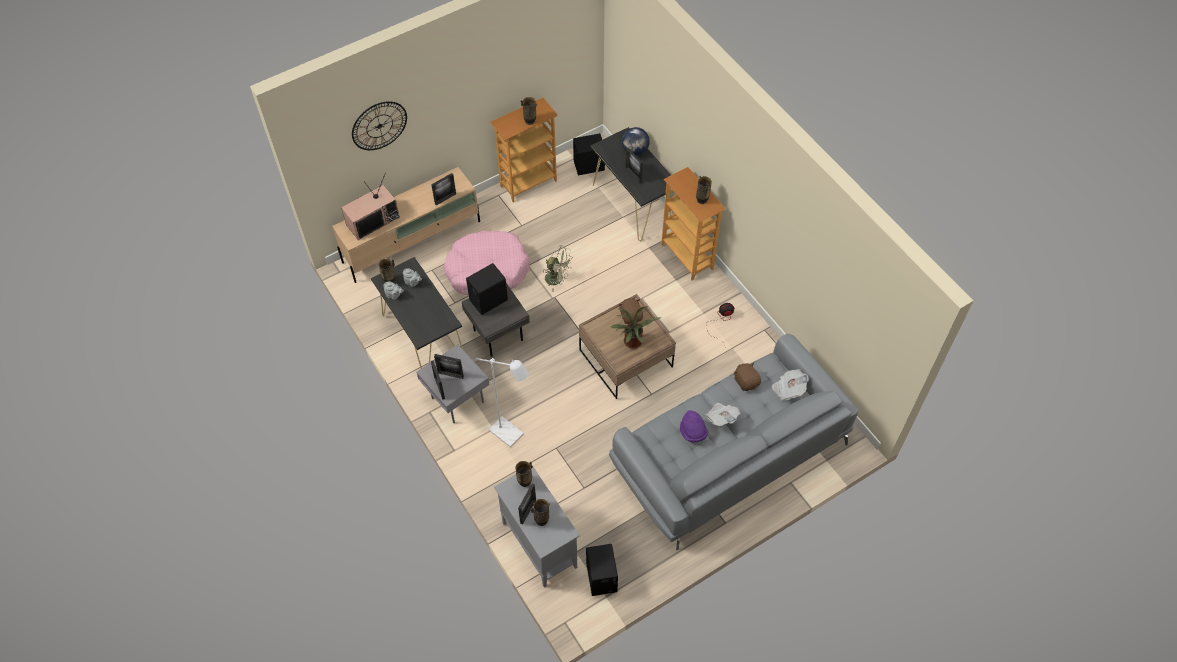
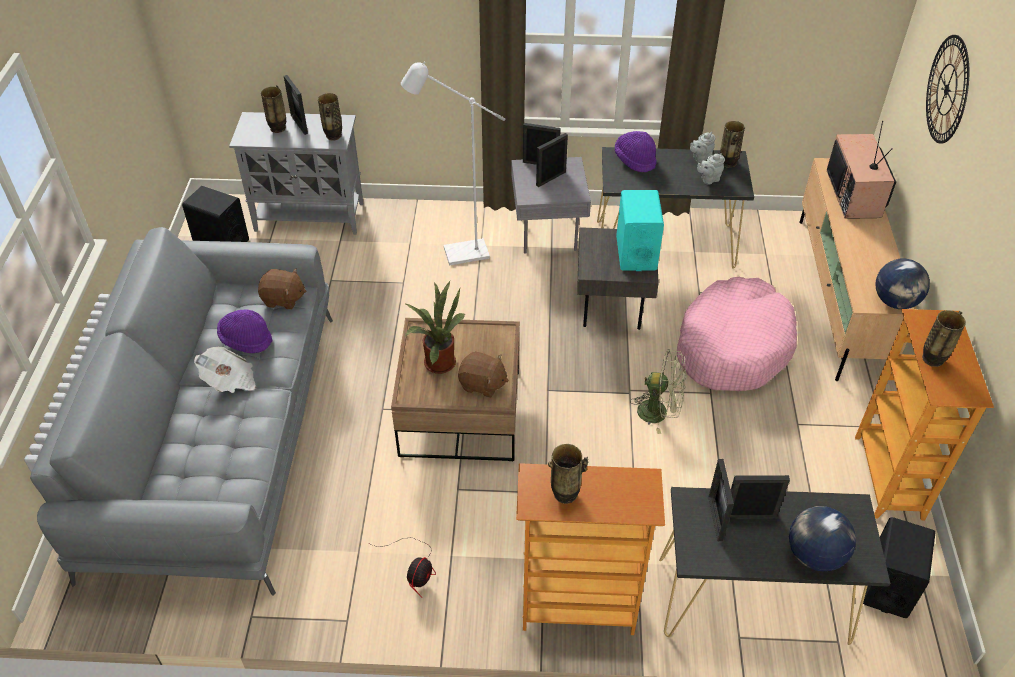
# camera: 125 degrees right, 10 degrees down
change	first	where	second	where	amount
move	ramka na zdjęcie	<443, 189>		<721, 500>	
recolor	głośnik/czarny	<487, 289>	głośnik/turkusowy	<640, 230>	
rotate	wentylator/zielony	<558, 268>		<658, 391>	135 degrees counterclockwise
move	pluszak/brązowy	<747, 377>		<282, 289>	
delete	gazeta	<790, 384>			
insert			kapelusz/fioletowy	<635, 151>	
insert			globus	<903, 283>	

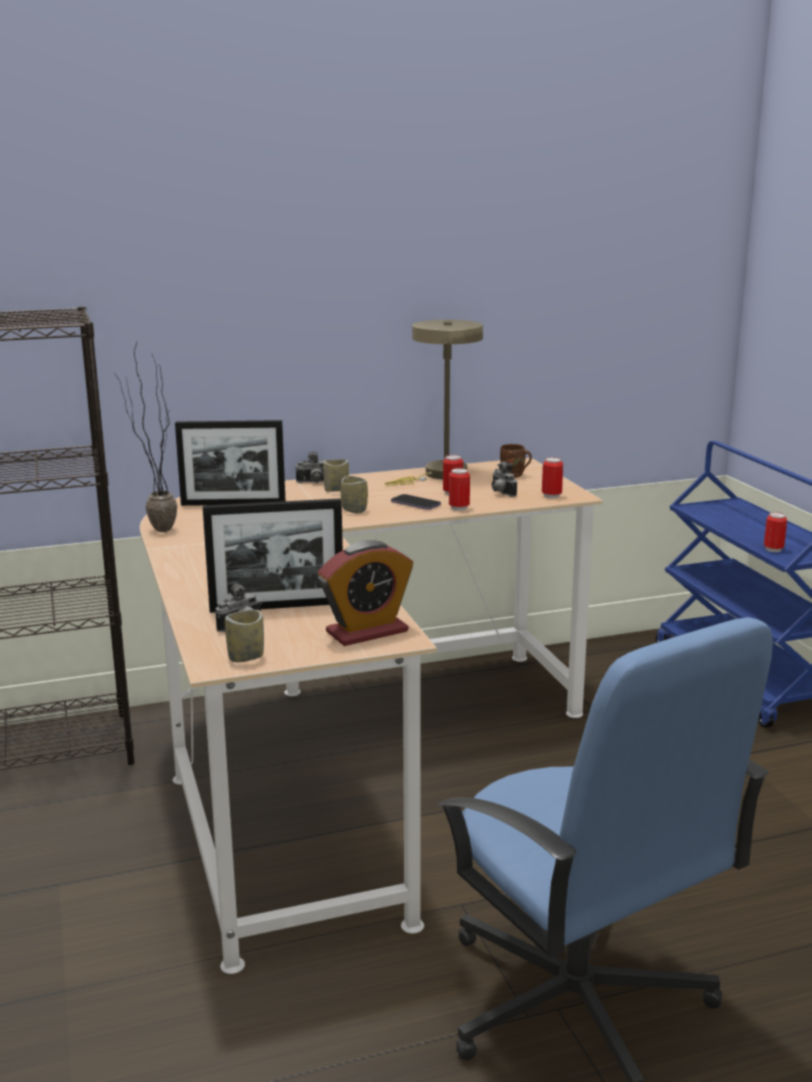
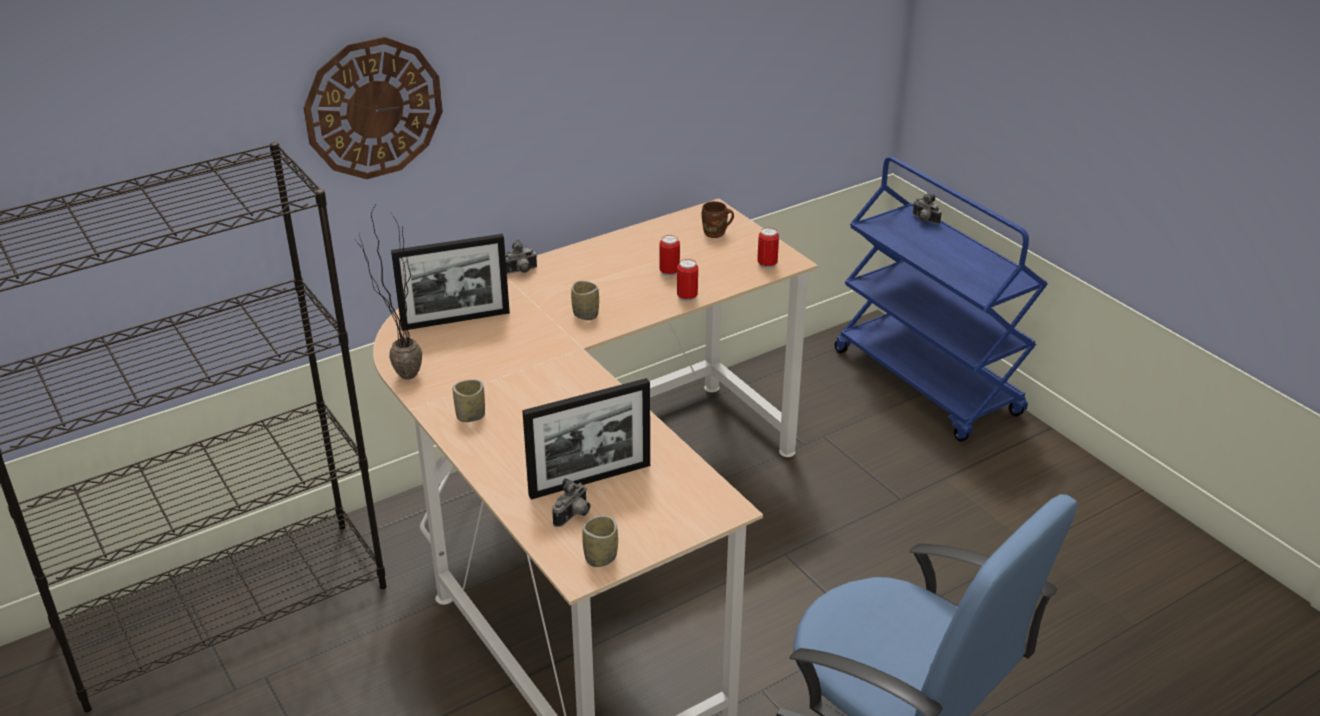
# camera: 15 degrees left, 15 degrees up
change	first	where	second	where	amount
delete	budzik	<365, 593>			
move	filiżanka	<336, 475>		<469, 401>	
delete	lampa stołowa/beżowy	<434, 403>			
delete	telefon	<416, 502>			
move	aparat fotograficzny	<504, 479>		<927, 208>	
delete	puszka	<775, 532>			
insert			zegar ścienny	<373, 108>	

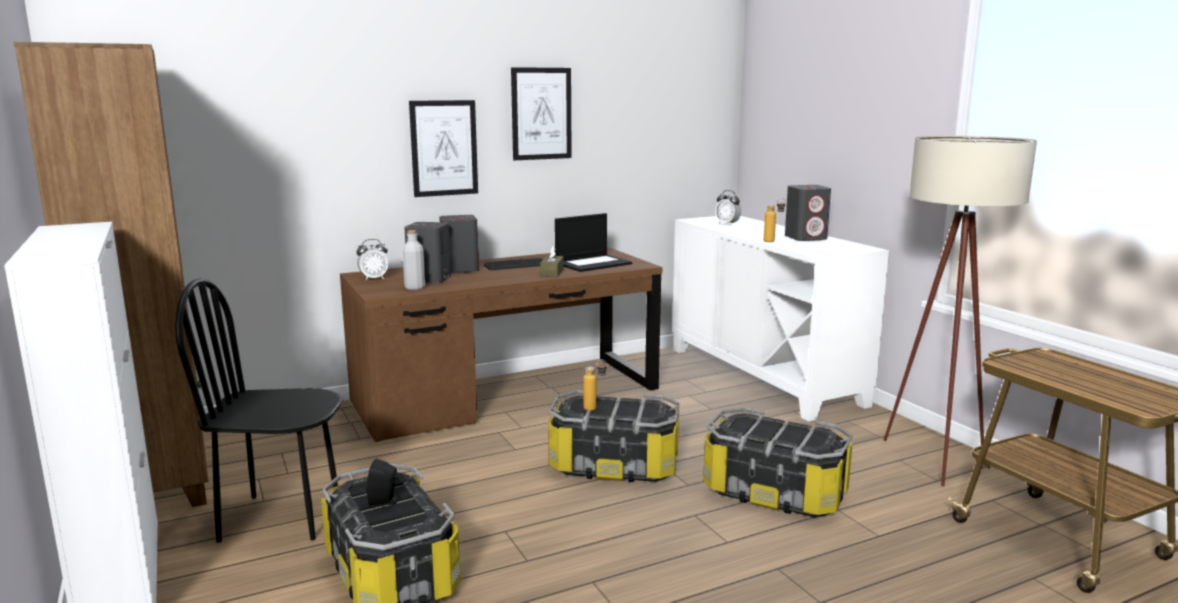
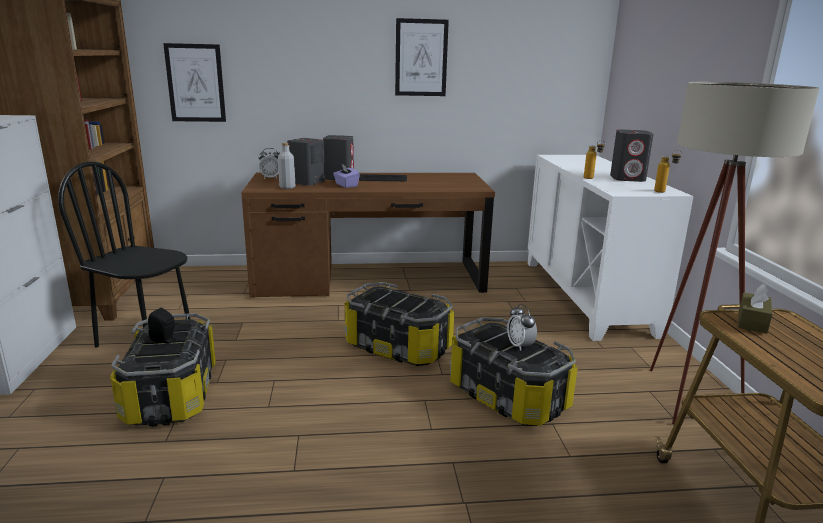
# camera: 20 degrees right, 5 degrees up
change	first	where	second	where	amount
move	obraz	<443, 148>		<194, 82>	
move	pudełko chusteczek/brązowy	<552, 261>		<755, 309>	
delete	laptop	<593, 242>			
move	butelka	<595, 385>		<668, 171>	
move	budzik	<728, 208>		<522, 327>	
insert			pudełko chusteczek/fioletowy	<346, 176>	

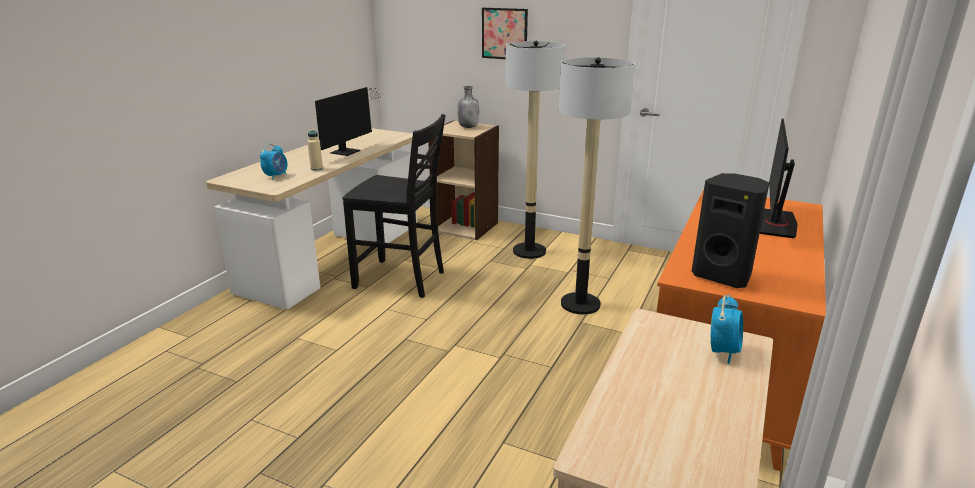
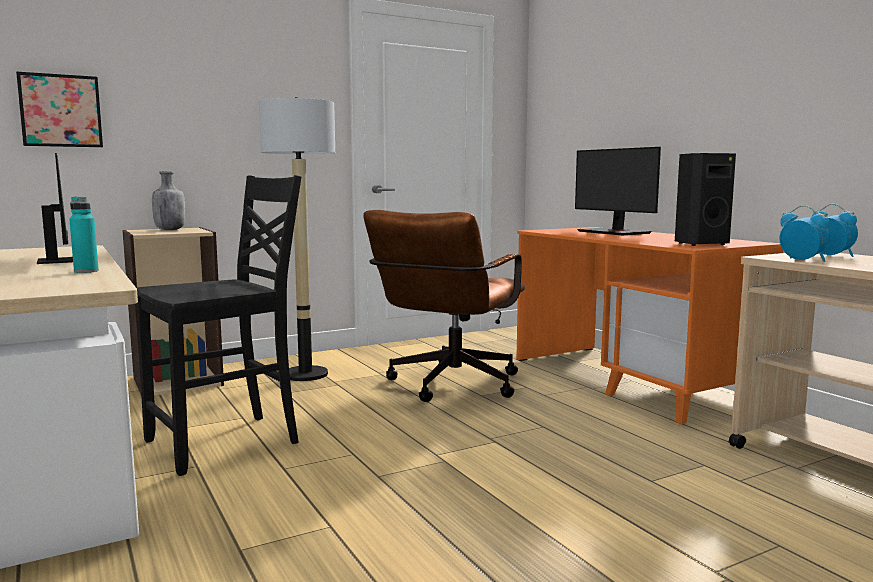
# camera: 55 degrees left, 15 degrees down
change	first	where	second	where	amount
move	budzik	<274, 161>		<804, 233>	
recolor	butelka/beżowy	<315, 149>	butelka/turkusowy	<84, 235>	
move	obraz	<505, 33>		<59, 109>	
replace	lampa stojąca	<597, 186>	krzesło biurowe/brązowy	<444, 306>	

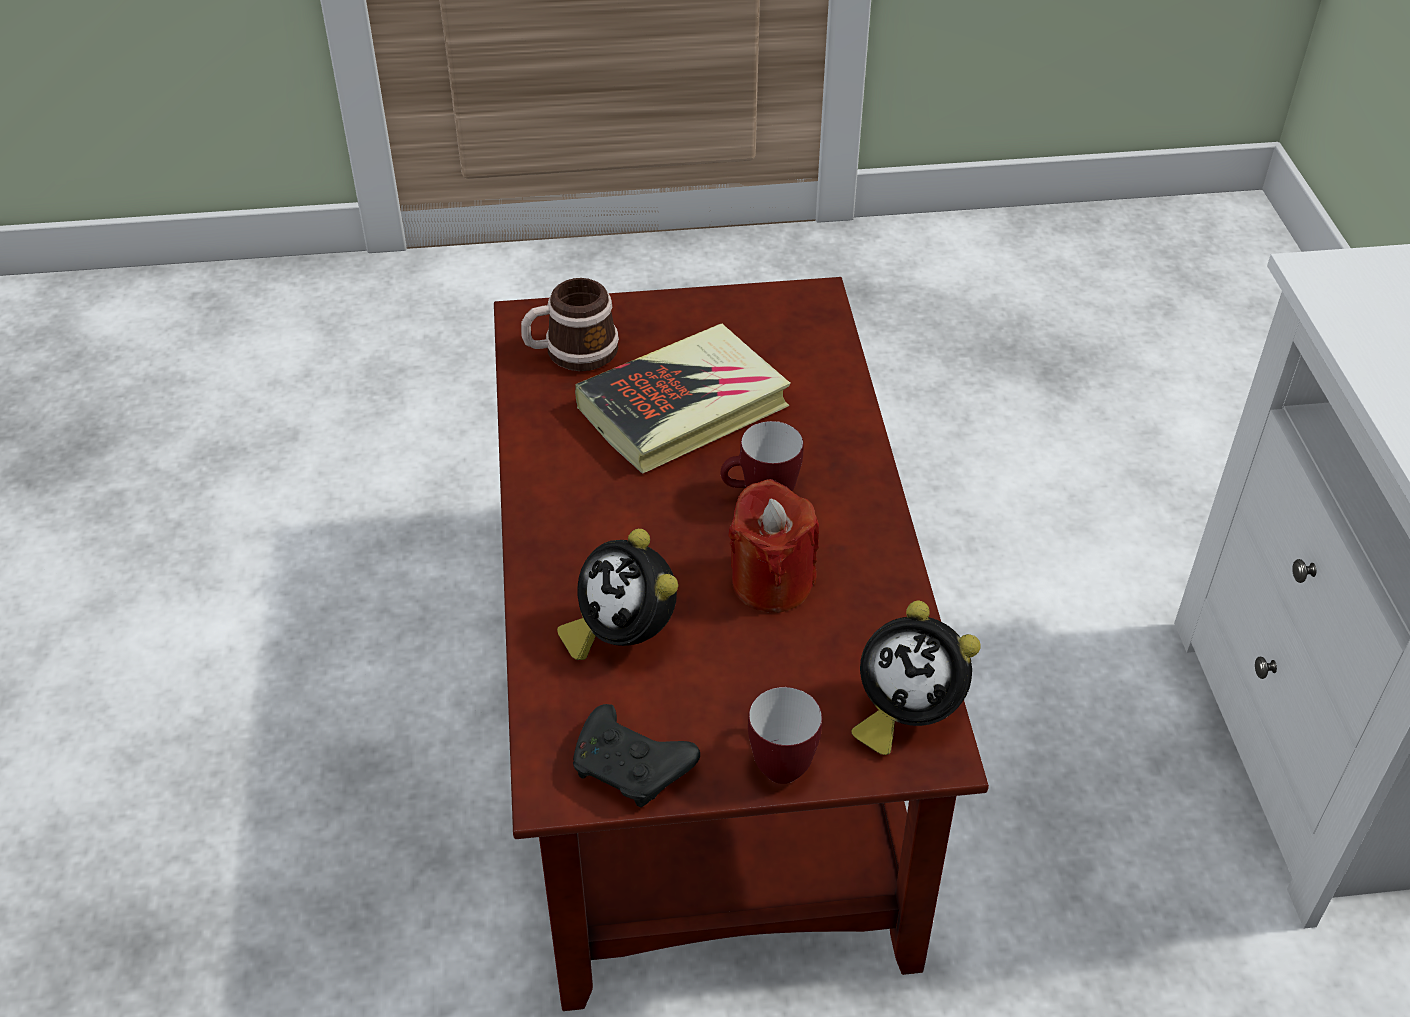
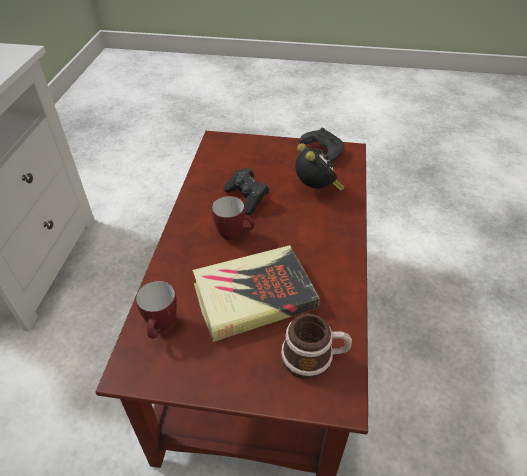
# camera: 165 degrees left, 0 degrees up
change	first	where	second	where	amount
replace	świeca/czerwony	<774, 546>	pad do gier/czarny	<246, 191>	
move	kubek	<785, 735>		<156, 310>	
delete	budzik	<915, 677>			

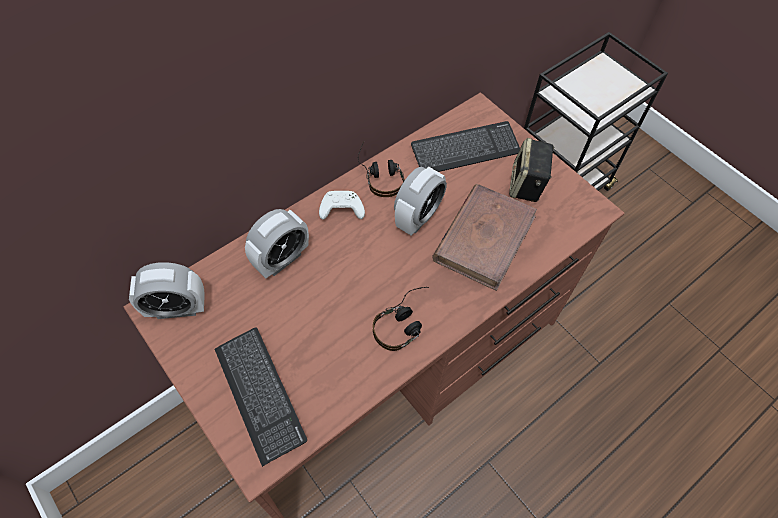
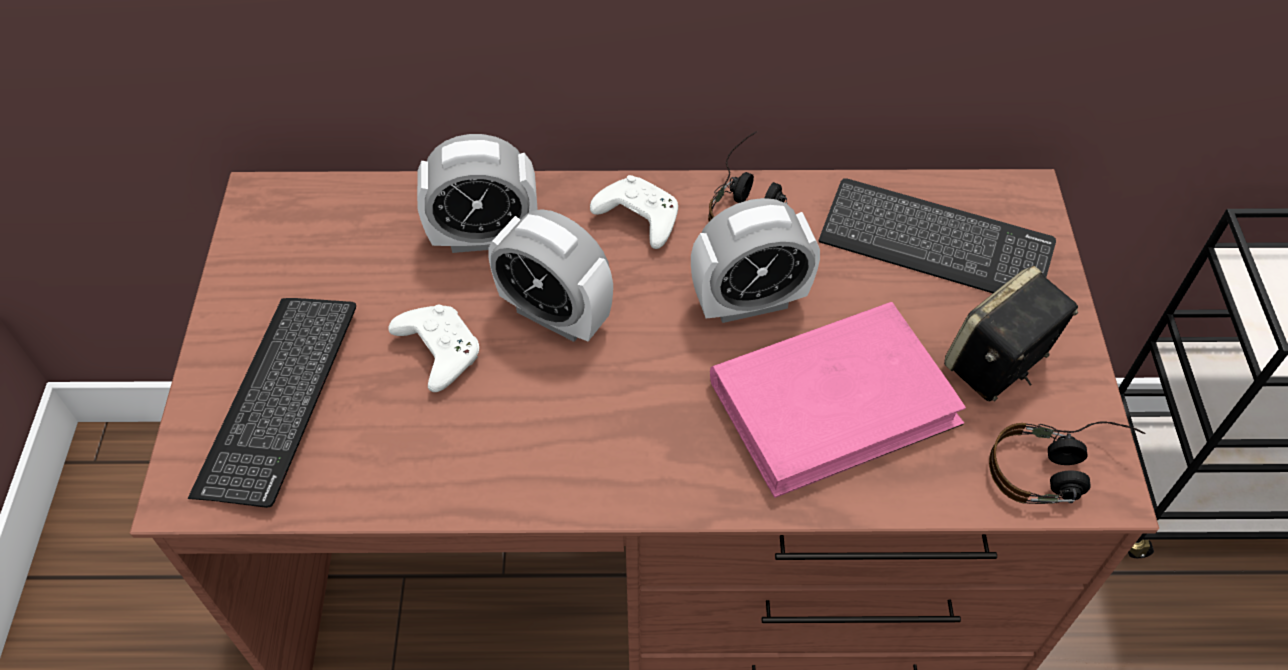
# camera: 40 degrees right, 5 degrees down
change	first	where	second	where	amount
move	budzik	<167, 290>		<550, 275>	
move	słuchawki	<401, 319>		<1067, 462>	
recolor	książka/brązowy	<484, 237>	książka/różowy	<838, 400>	
insert			pad do gier/biały	<433, 348>	

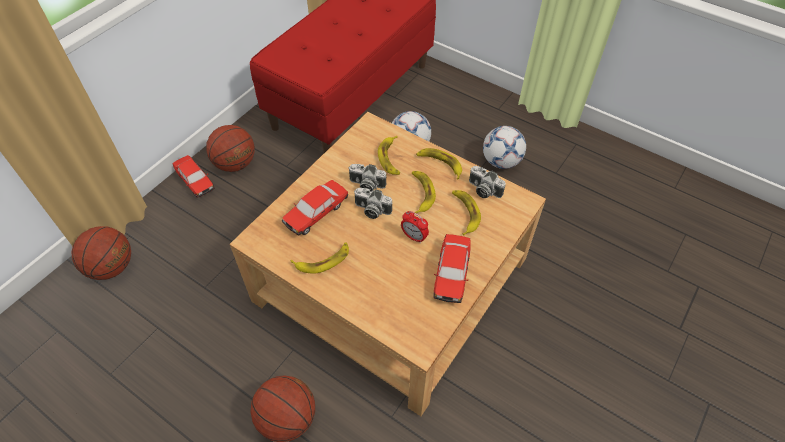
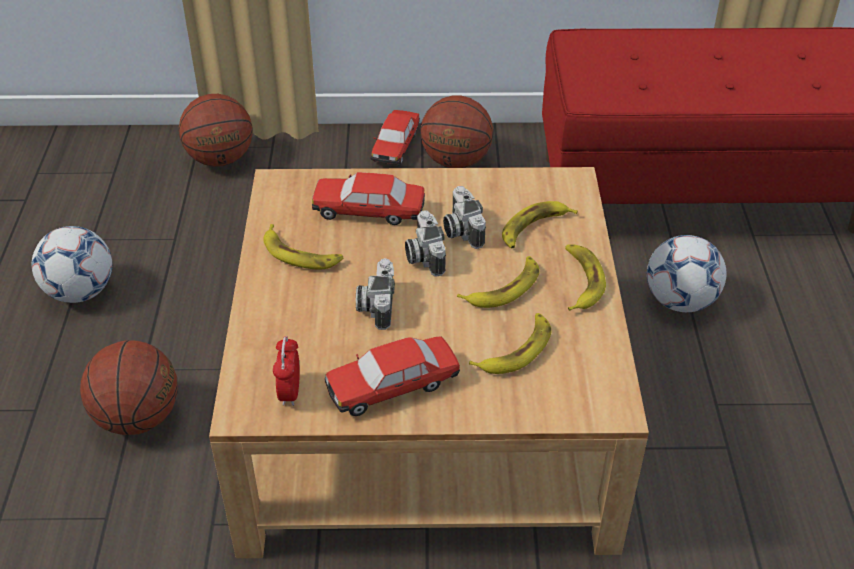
# camera: 55 degrees right, 10 degrees down
change	first	where	second	where	amount
move	budzik	<415, 227>		<286, 371>	
move	aparat fotograficzny	<487, 182>		<375, 294>	
move	piłka futbolowa	<504, 147>		<72, 264>	

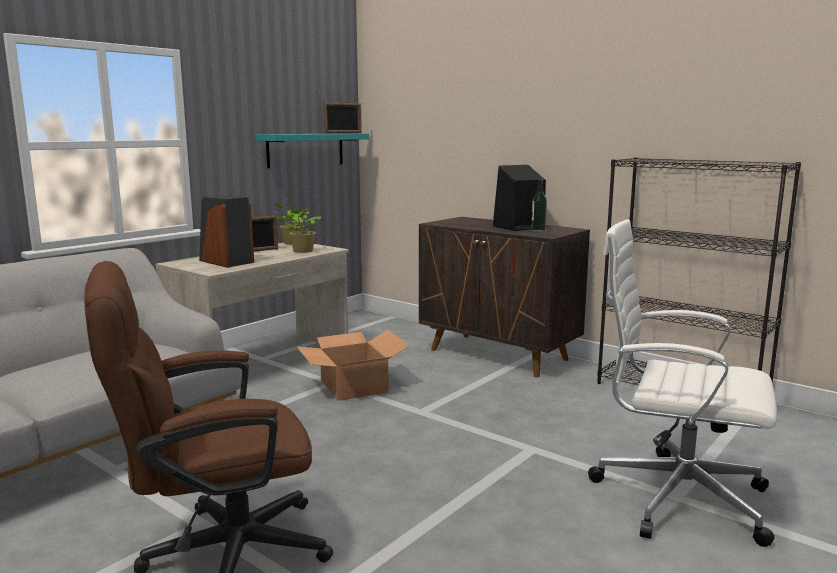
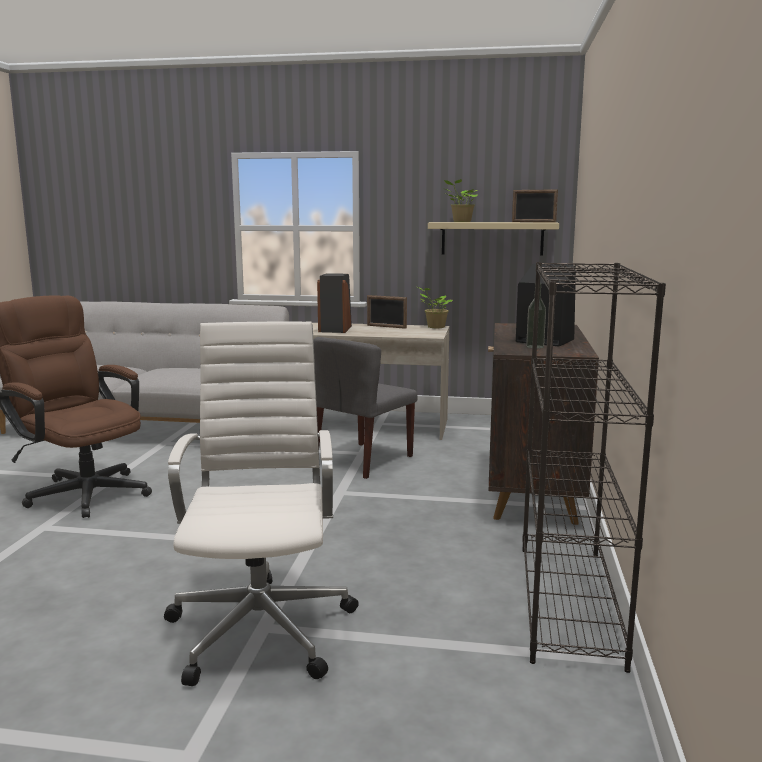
# camera: 60 degrees right, 0 degrees up
change	first	where	second	where	amount
recolor	półka/turkusowy	<312, 150>	półka/beżowy	<493, 238>	
move	roślina doniczkowa	<303, 230>		<461, 200>	
replace	karton	<352, 365>	krzesło/szary	<365, 408>	

